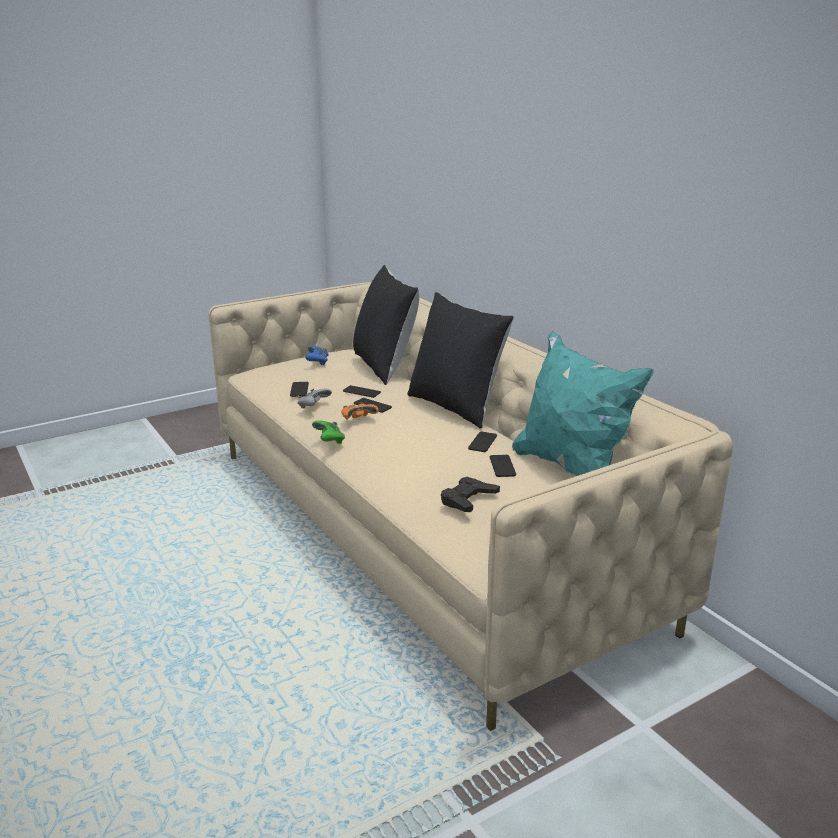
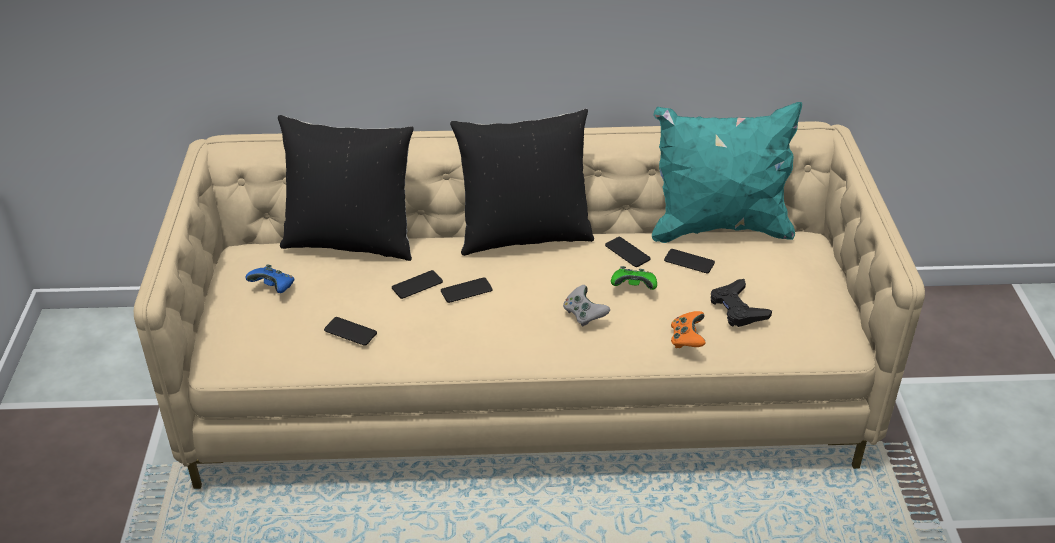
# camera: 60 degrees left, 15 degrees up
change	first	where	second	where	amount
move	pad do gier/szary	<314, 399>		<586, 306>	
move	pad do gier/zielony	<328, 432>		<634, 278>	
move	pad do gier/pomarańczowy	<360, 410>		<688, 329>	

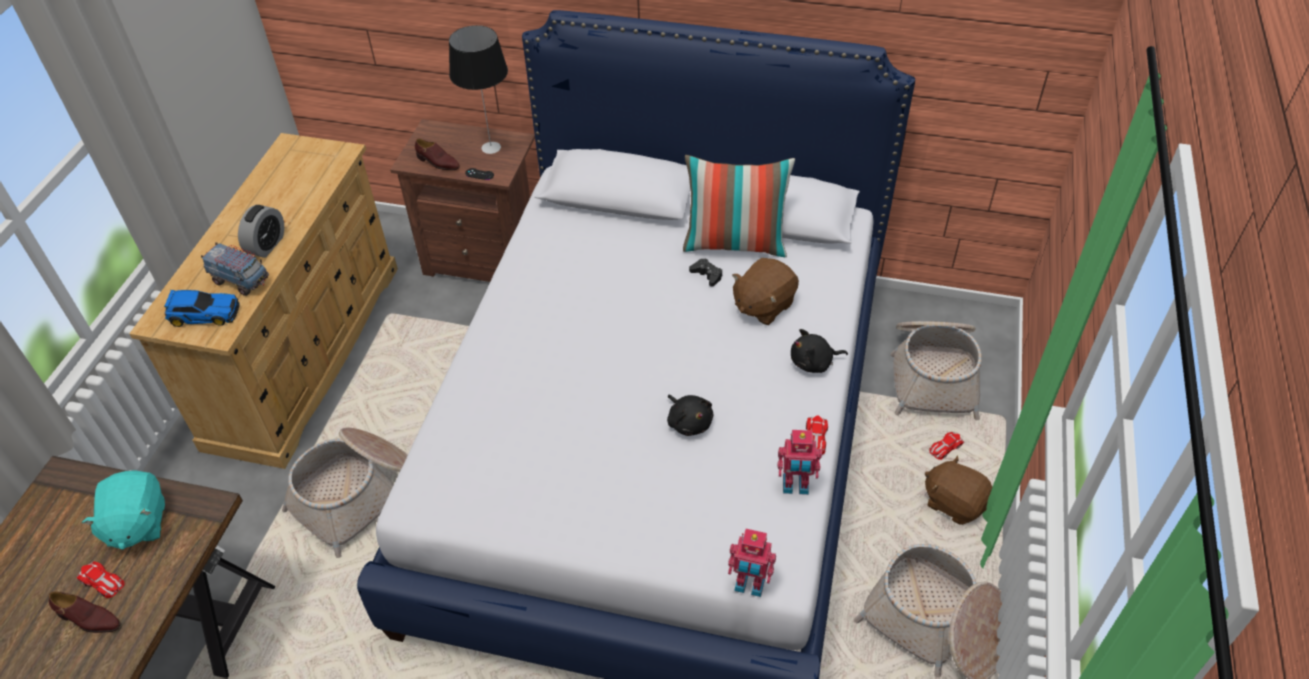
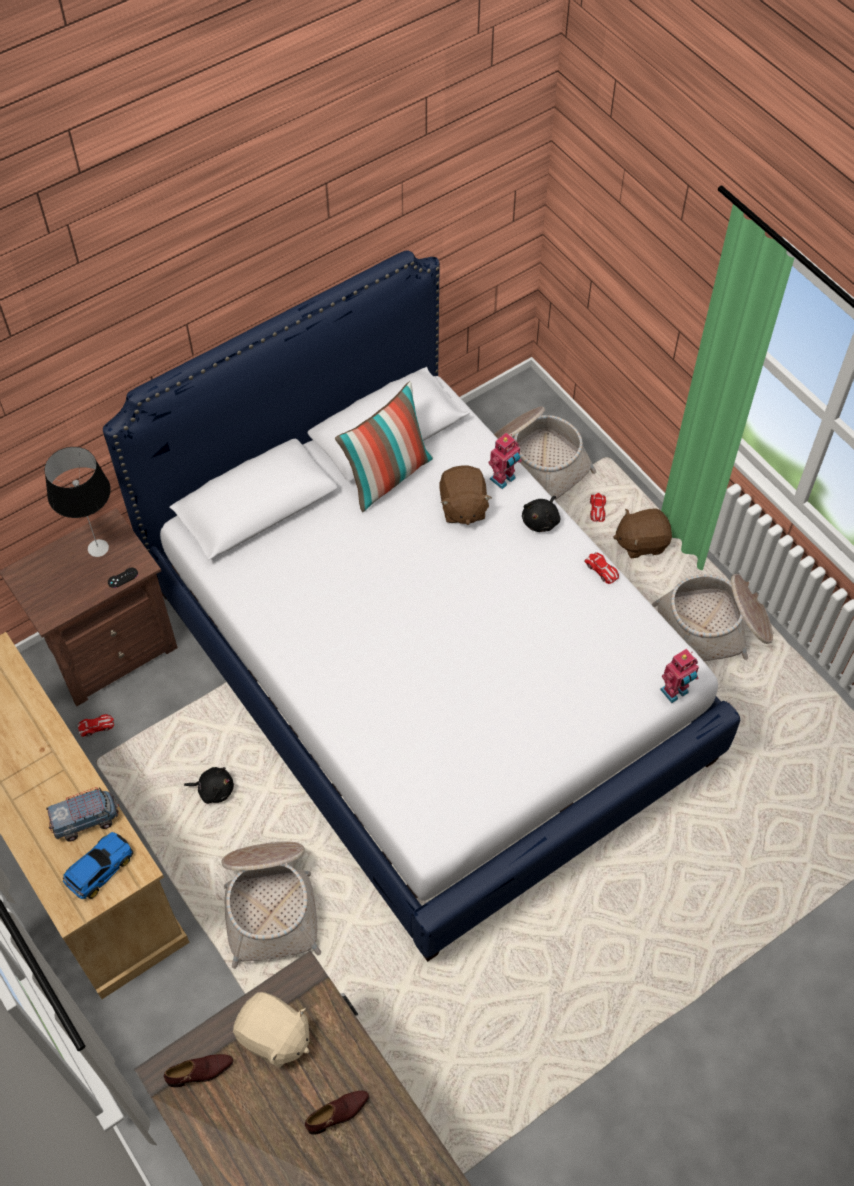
# camera: 50 degrees left, 10 degrees up
change	first	where	second	where	amount
move	samochodzik	<100, 579>		<96, 725>	
recolor	pluszak/turkusowy	<123, 510>	pluszak/beżowy	<271, 1030>	
delete	budzik	<261, 231>			
move	but/brązowy	<437, 154>		<199, 1070>	
move	pluszak/czarny	<690, 415>		<209, 785>	
delete	pad do gier/czarny	<705, 272>			
move	robot zabawkowy	<799, 462>		<505, 461>	

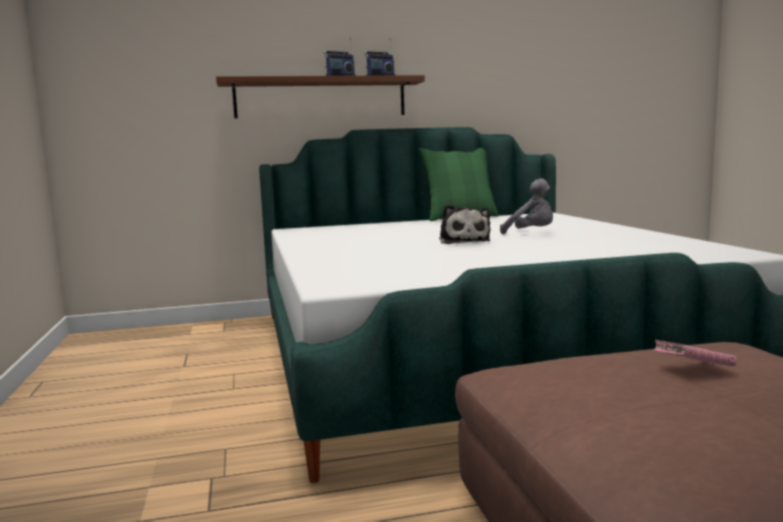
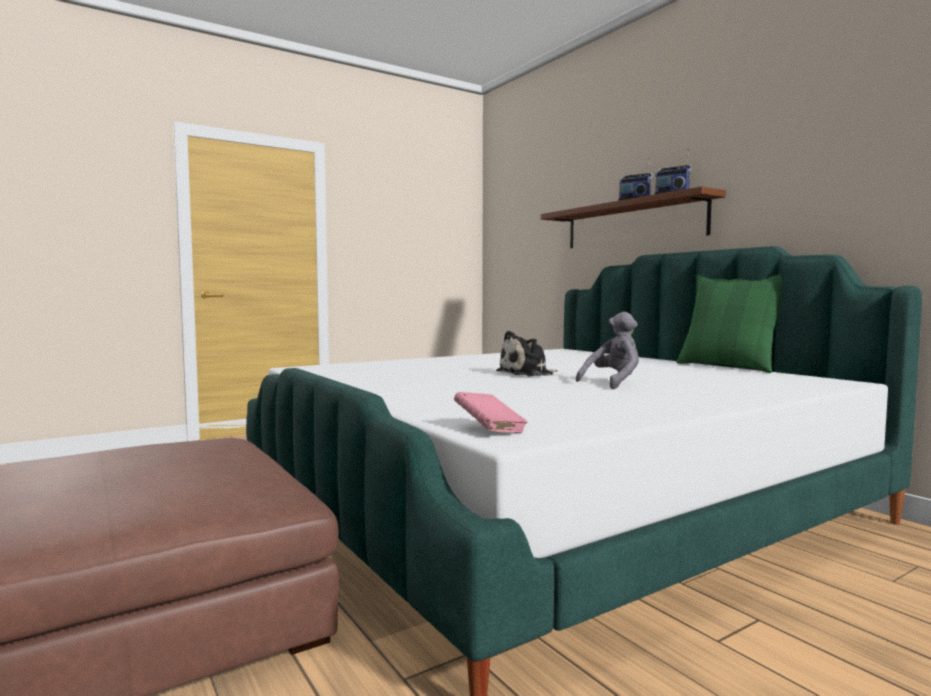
# camera: 70 degrees right, 5 degrees down
change	first	where	second	where	amount
rotate	pluszak/szary	<526, 206>		<607, 350>	150 degrees counterclockwise
move	książka/różowy	<695, 352>		<491, 412>	

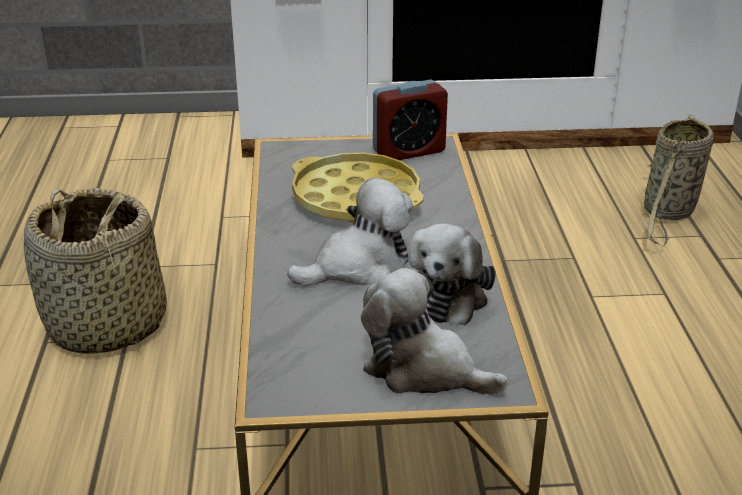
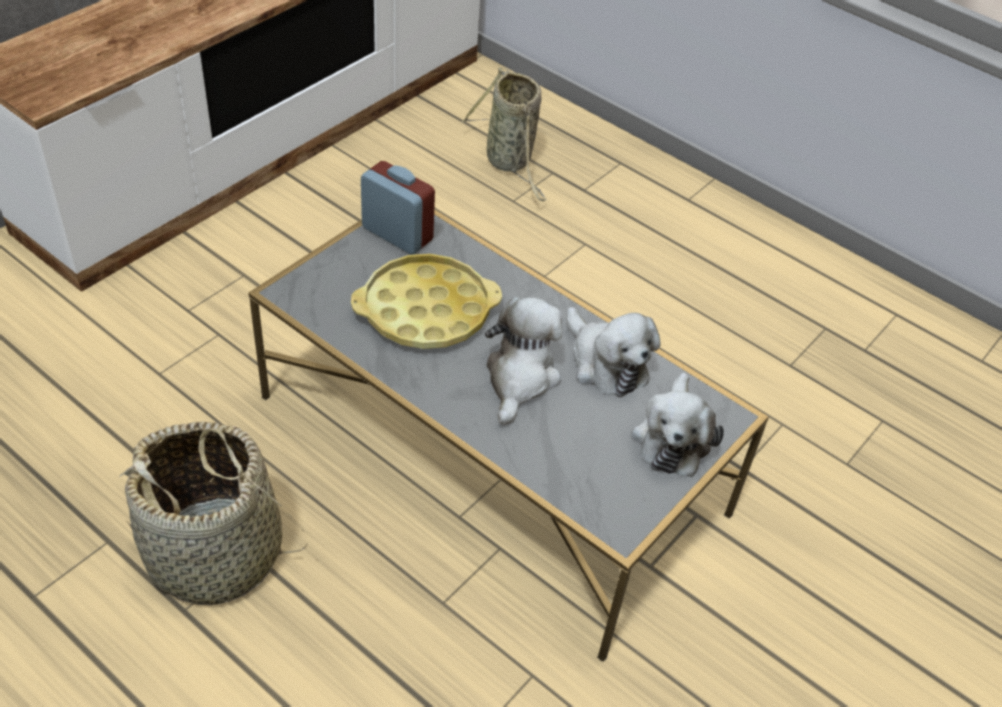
# camera: 50 degrees left, 15 degrees up
change	first	where	second	where	amount
rotate	pluszak	<435, 331>		<677, 425>	60 degrees counterclockwise
rotate	budzik	<410, 120>		<398, 207>	75 degrees counterclockwise

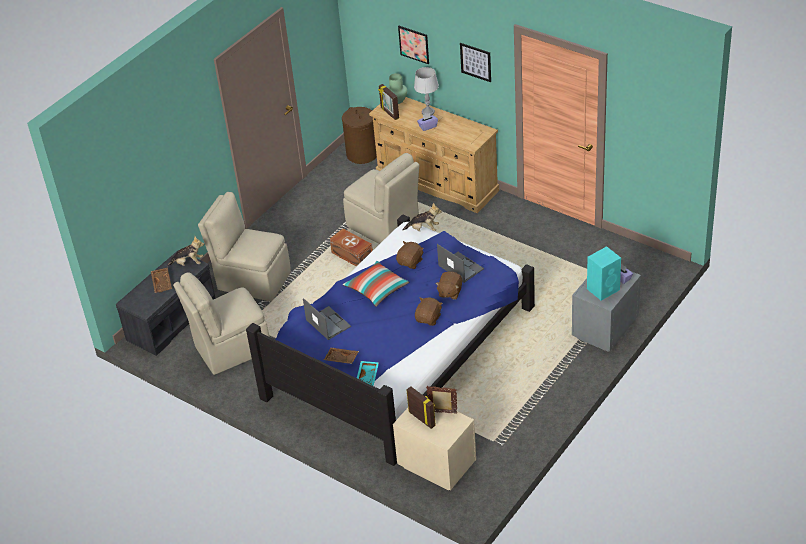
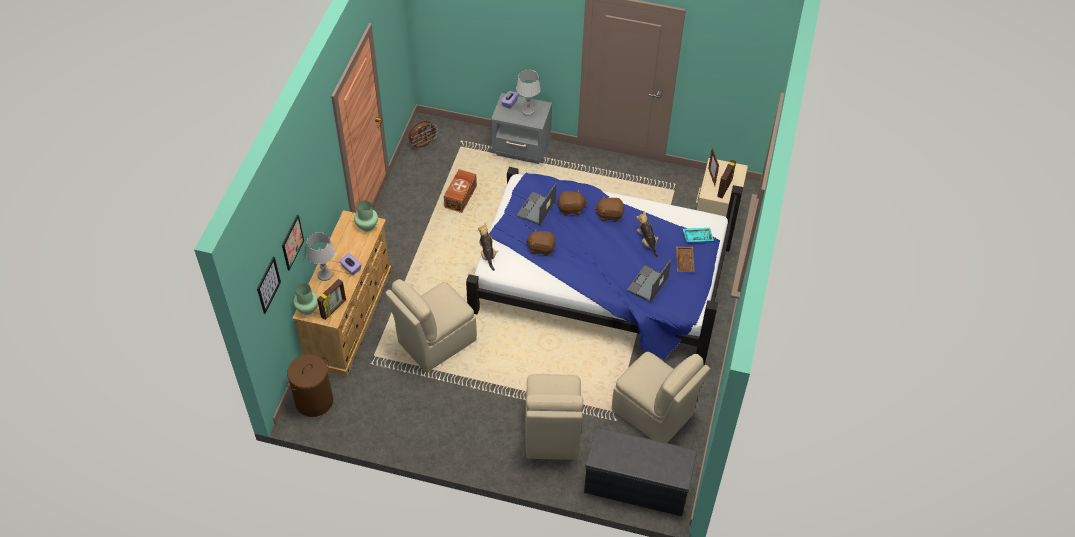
# camera: 115 degrees left, 10 degrees up
change	first	where	second	where	amount
delete	taca/brązowy	<161, 280>			
move	pluszak	<185, 251>		<647, 234>	
move	pojemnik do przechowywania/brązowy	<351, 248>		<460, 191>	
rotate	krzesło/beżowy	<381, 198>		<431, 325>	150 degrees counterclockwise
delete	poduszka	<376, 284>			
move	obraz	<475, 62>		<269, 285>	
replace	głośnik/turkusowy	<604, 273>	lampa stołowa/szary	<528, 93>	
insert			wazon/zielony	<366, 215>	
insert			wentylator/brązowy	<423, 135>	

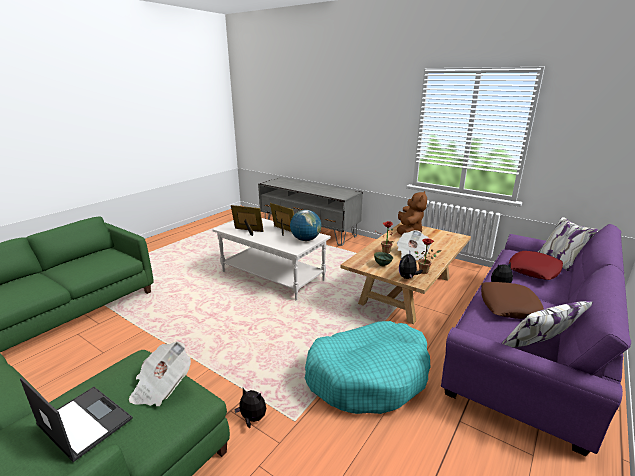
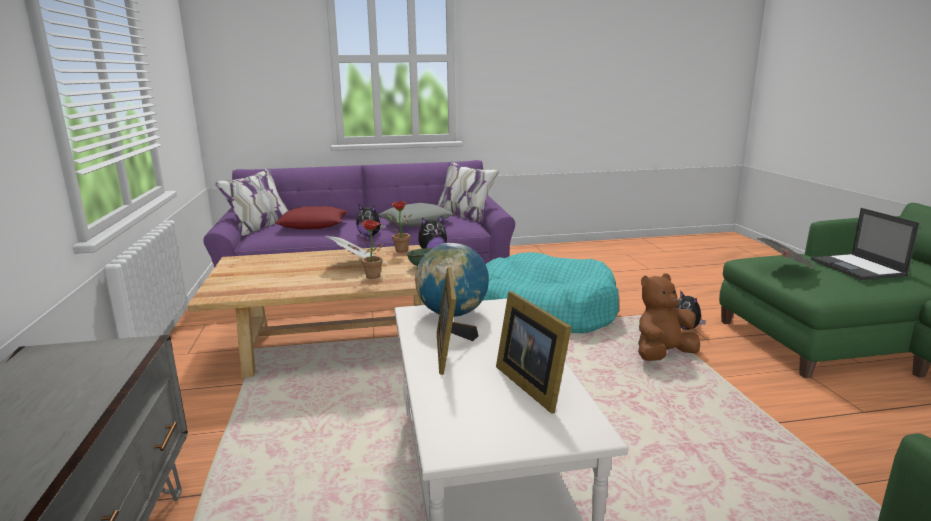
# camera: 135 degrees left, 5 degrees down
change	first	where	second	where	amount
move	pluszak/brązowy	<412, 213>		<669, 317>	
recolor	poduszka/brązowy	<512, 300>	poduszka/szary	<416, 215>	

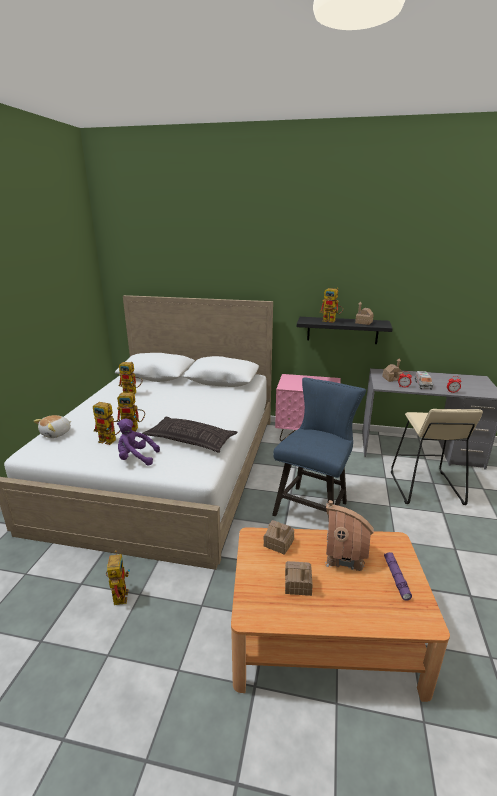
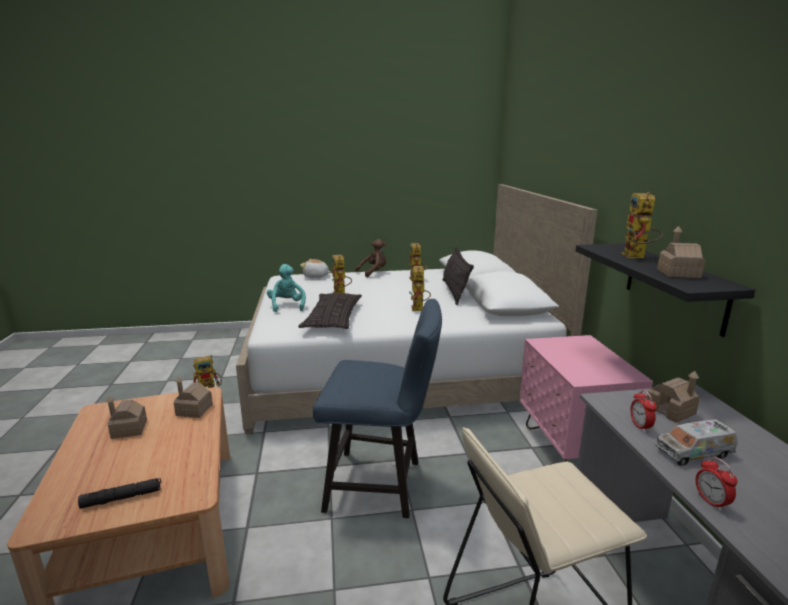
# camera: 70 degrees right, 5 degrees down
change	first	where	second	where	amount
move	robot zabawkowy	<106, 423>		<420, 288>	
recolor	pluszak/fioletowy	<138, 442>	pluszak/turkusowy	<286, 288>	
delete	domek	<349, 535>			
recolor	latarka/fioletowy	<398, 576>	latarka/czarny	<119, 493>	
insert			pluszak/brązowy	<370, 258>	
insert			poduszka	<458, 275>	

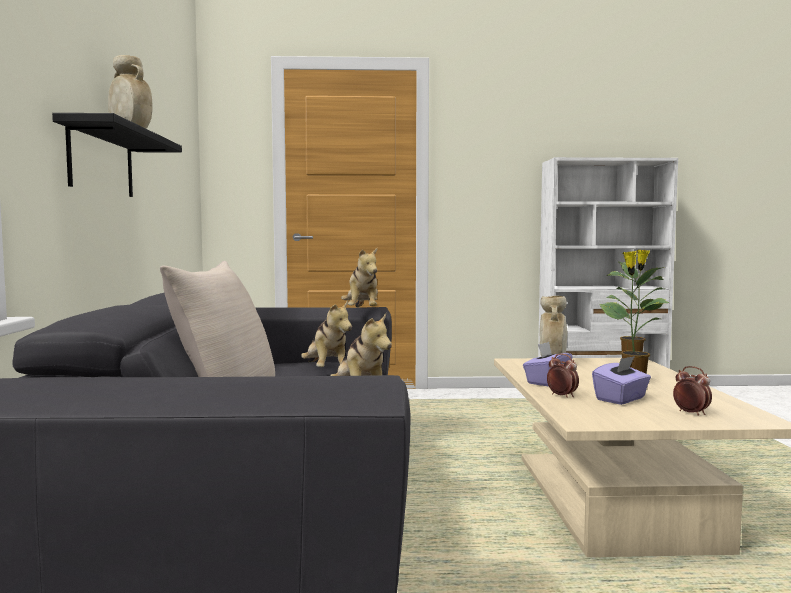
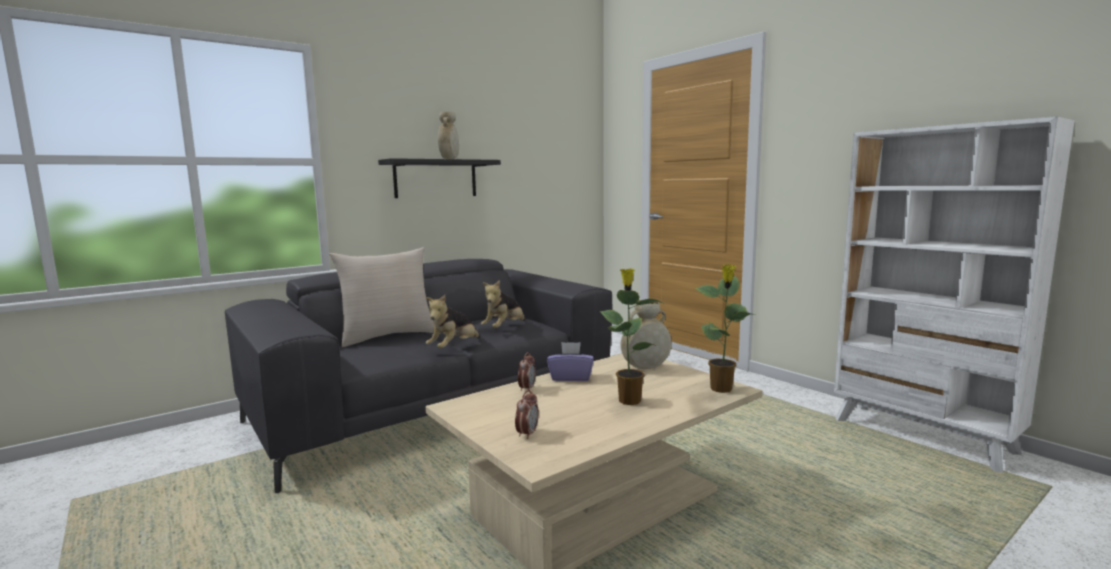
# camera: 55 degrees right, 5 degrees up
change	first	where	second	where	amount
delete	pluszak	<359, 277>			
delete	pudełko chusteczek/fioletowy	<621, 380>			

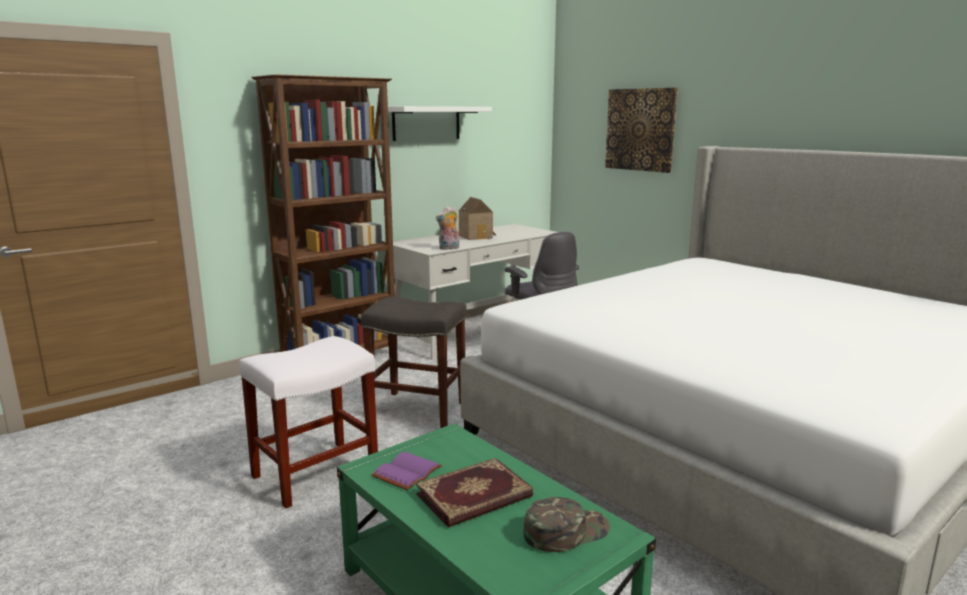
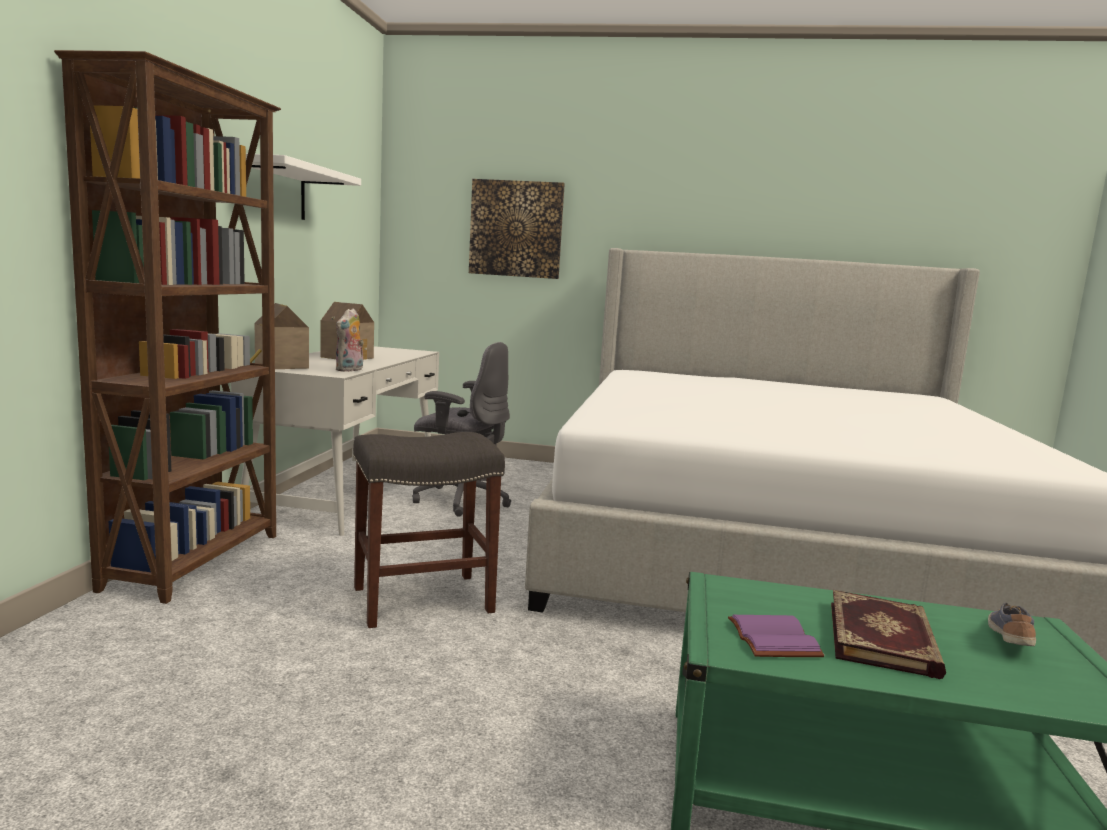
# camera: 40 degrees left, 5 degrees down
change	first	where	second	where	amount
delete	stołek/biały	<308, 422>			
replace	czapka z daszkiem/zielony	<567, 524>	but	<1012, 624>	
insert			domek	<279, 336>	

